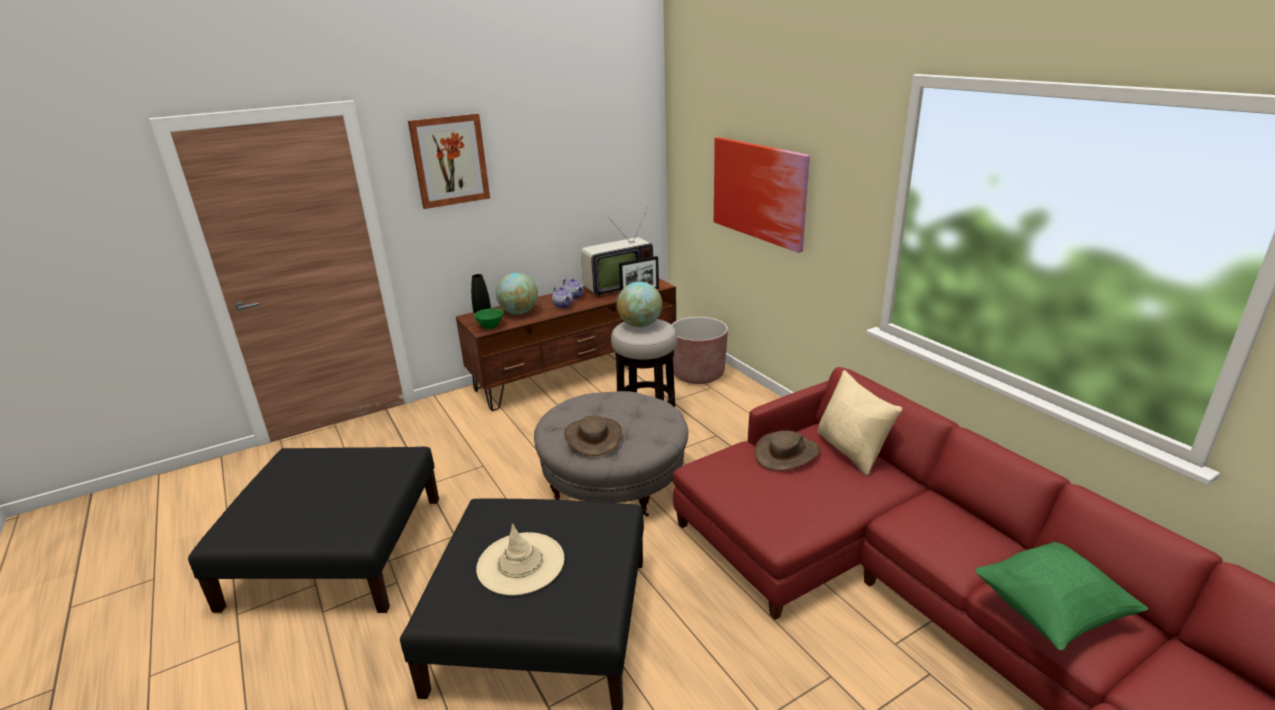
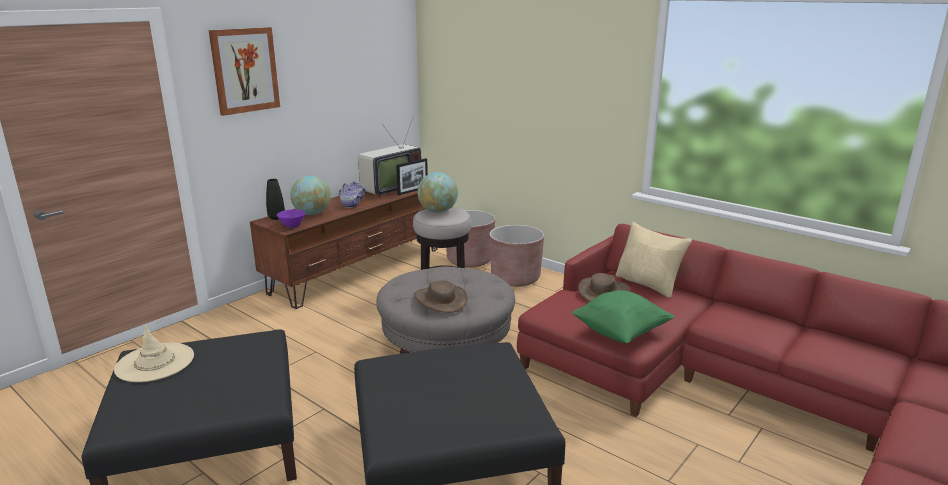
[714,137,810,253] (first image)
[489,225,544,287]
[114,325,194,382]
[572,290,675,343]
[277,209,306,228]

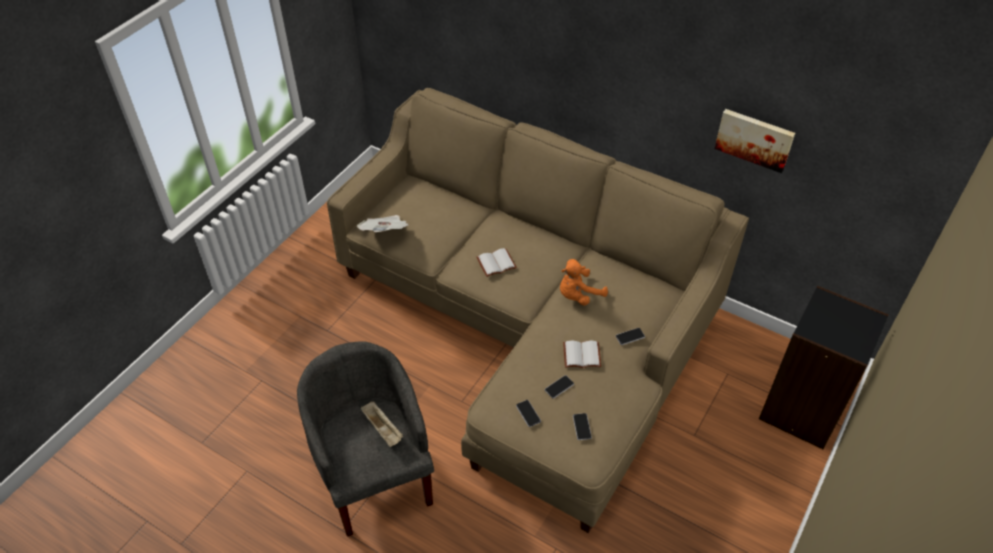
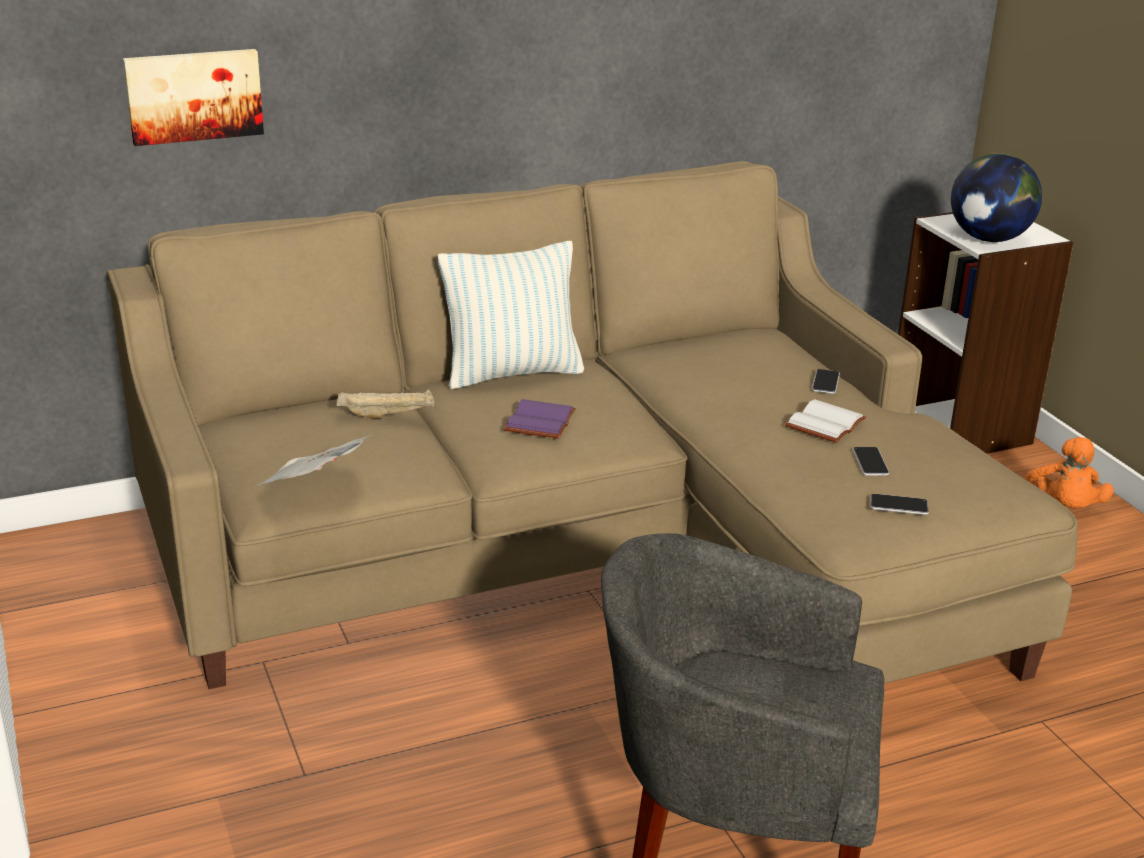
[573,413,592,440] (first image)
[438,241,584,389]
[951,153,1042,242]
[336,389,435,419]
[1026,437,1114,508]
[123,49,264,146]
[504,399,576,439]
[898,212,1074,454]

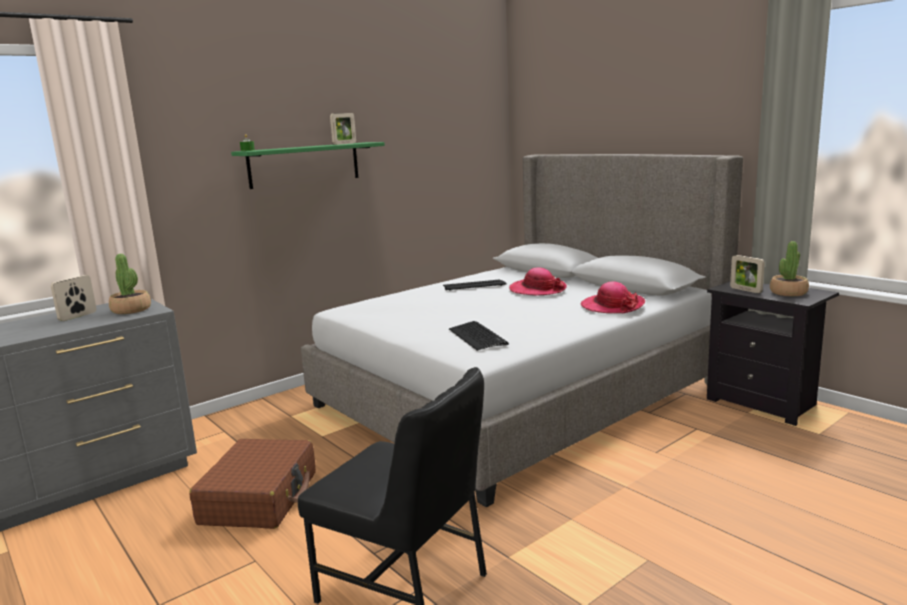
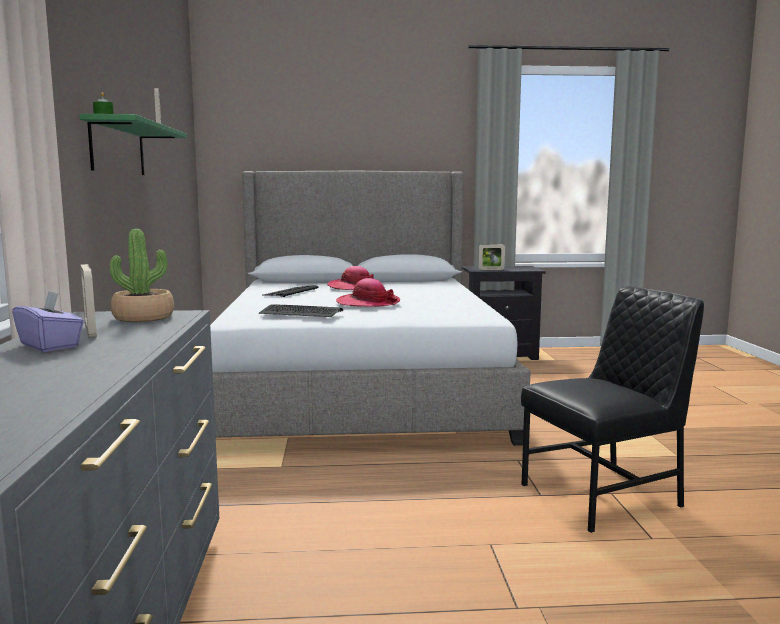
[189,439,316,529] (first image)
[770,241,809,296] (first image)
[12,291,84,352]
[259,304,343,317]
[336,278,400,307]

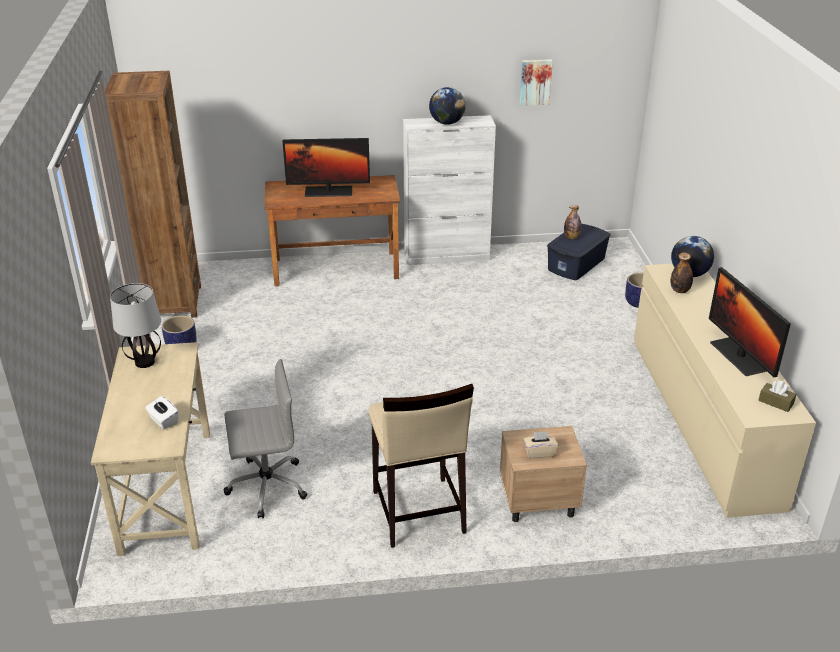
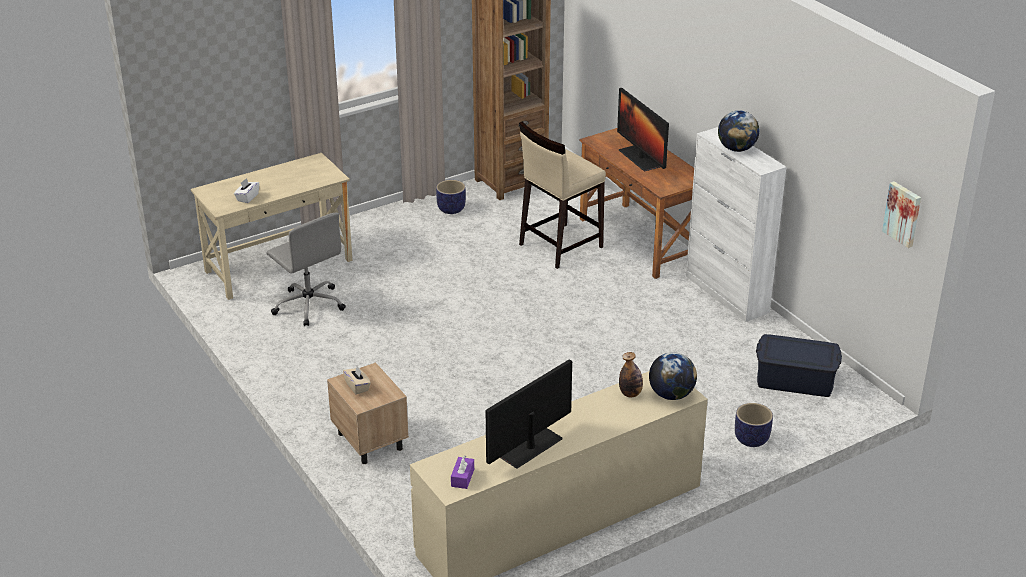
[110,283,161,368] (first image)
[564,205,582,239] (first image)
[519,122,606,269]
[882,181,921,248]
[451,455,474,489]

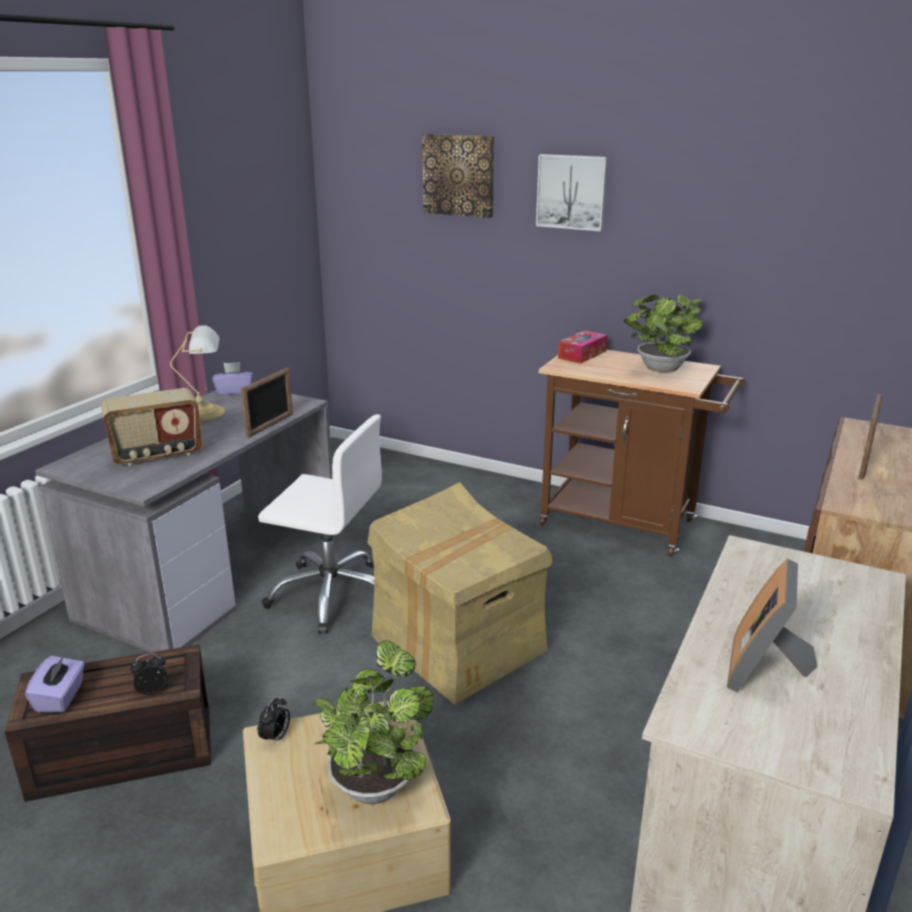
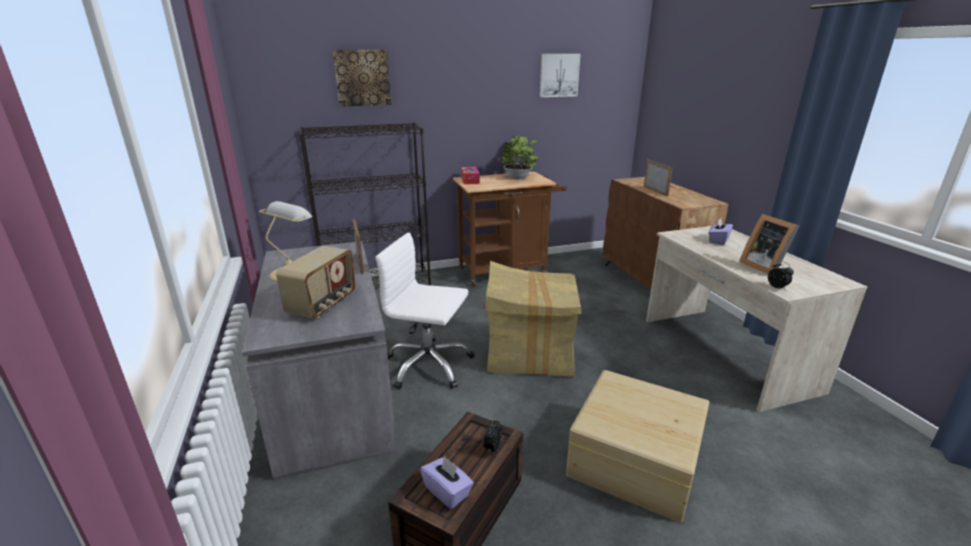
[313,640,434,804] (first image)
[299,123,431,288]
[708,218,733,245]
[768,261,794,290]
[540,54,580,97]
[375,233,474,390]

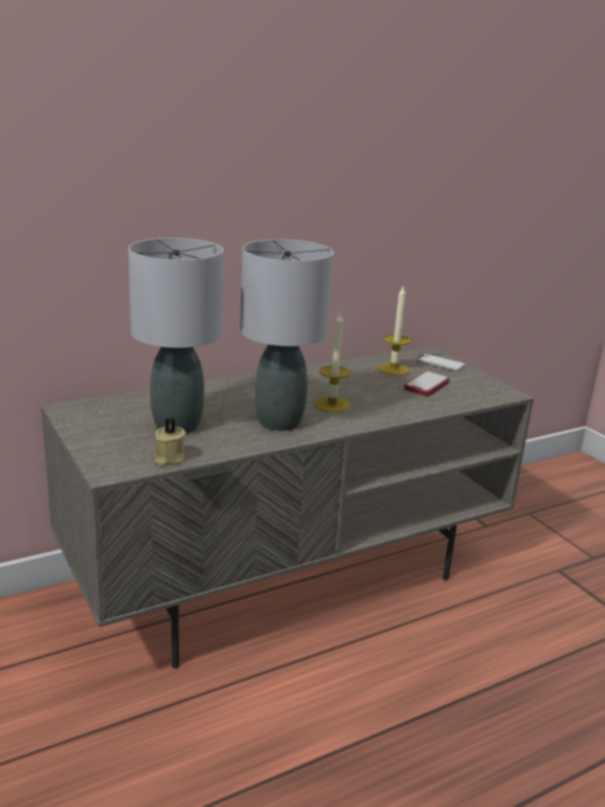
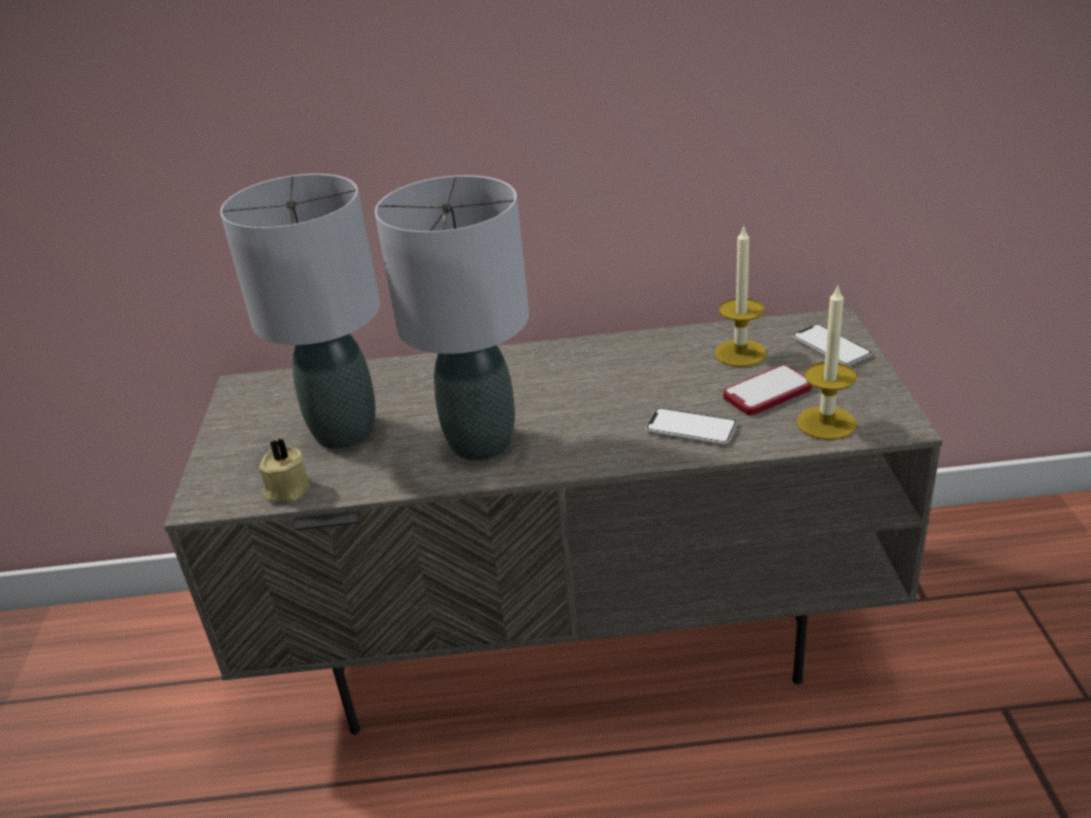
[645,408,737,445]
[797,283,857,440]

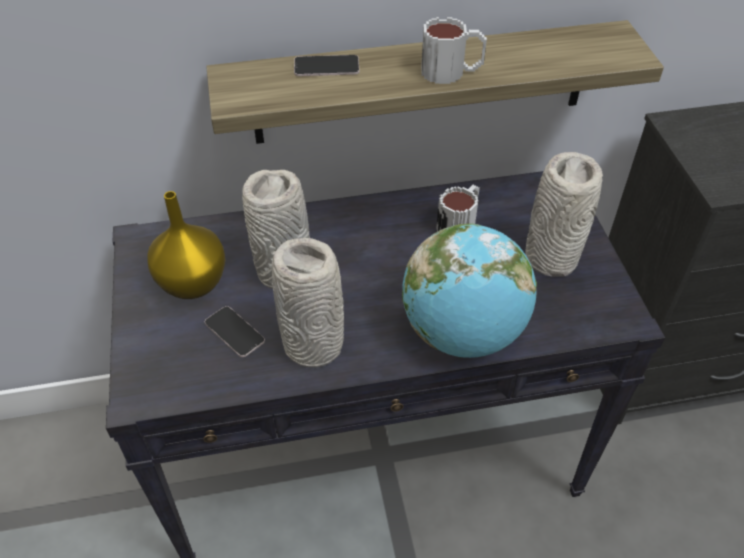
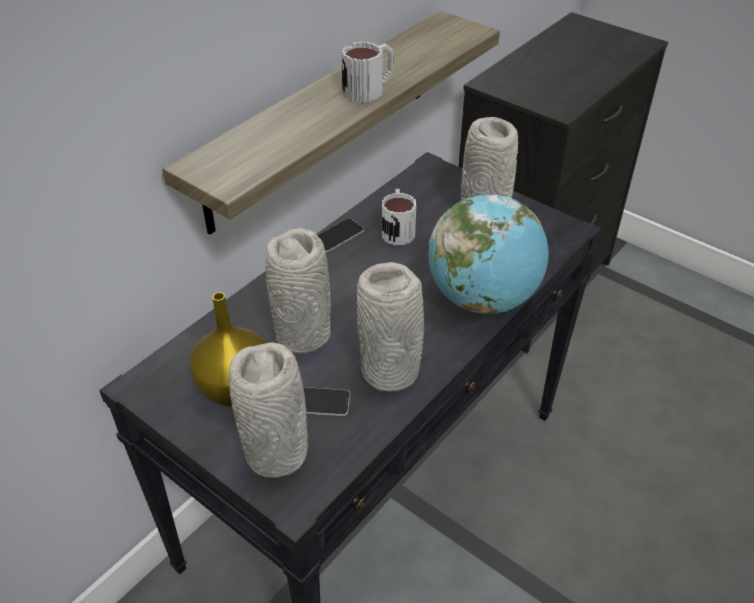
[229,342,308,478]
[317,218,364,252]

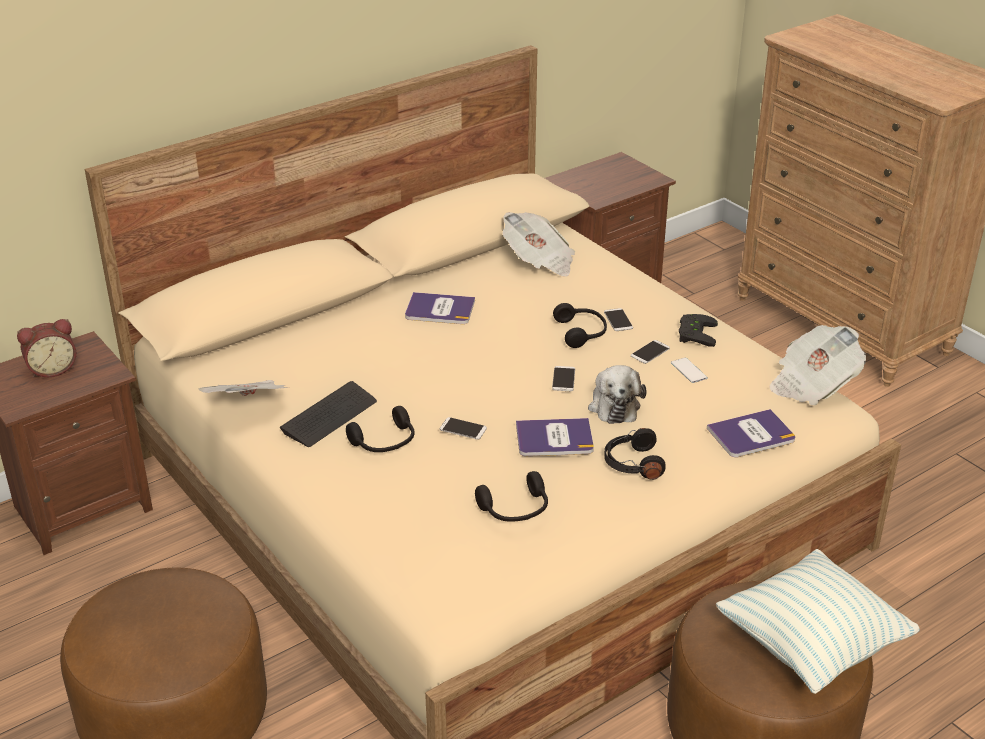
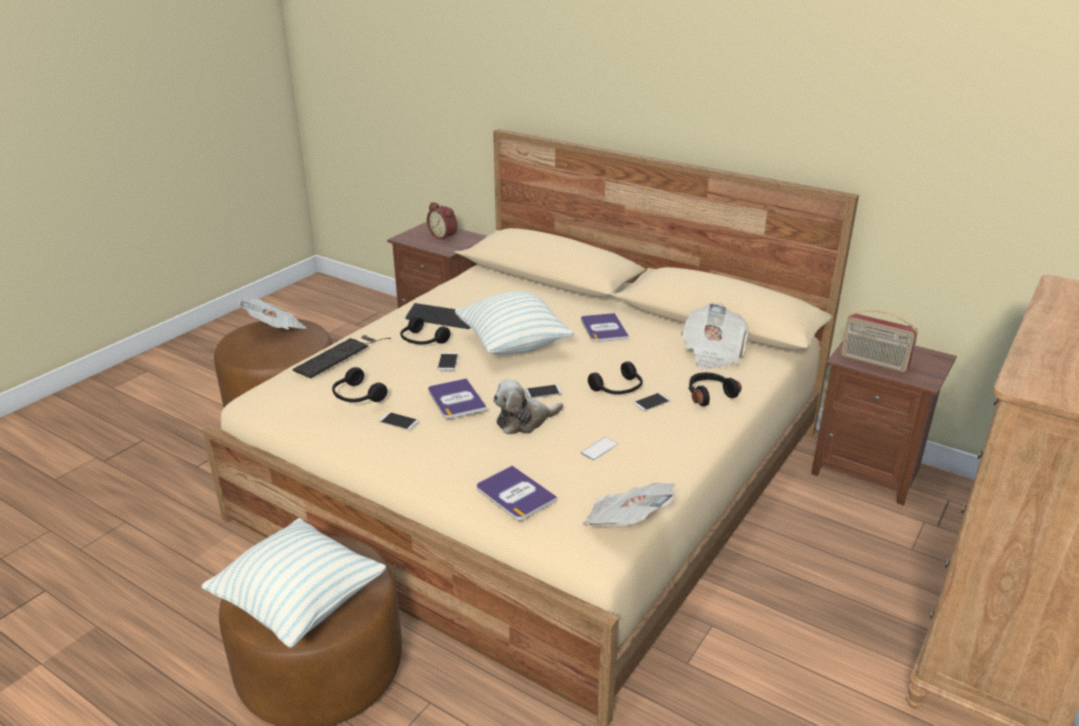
[679,314,718,347] (first image)
[293,335,391,378]
[455,291,574,354]
[841,310,918,372]
[237,299,306,329]
[688,372,742,406]
[379,412,419,430]

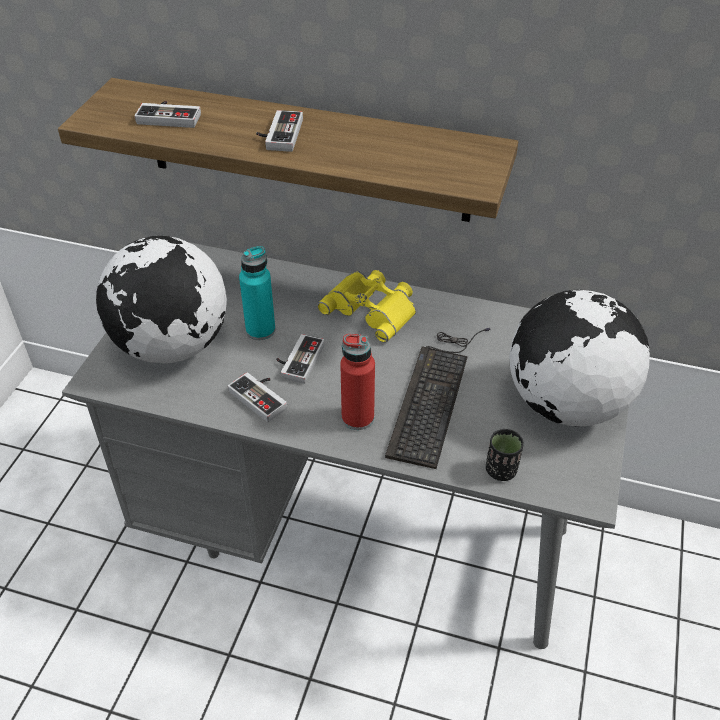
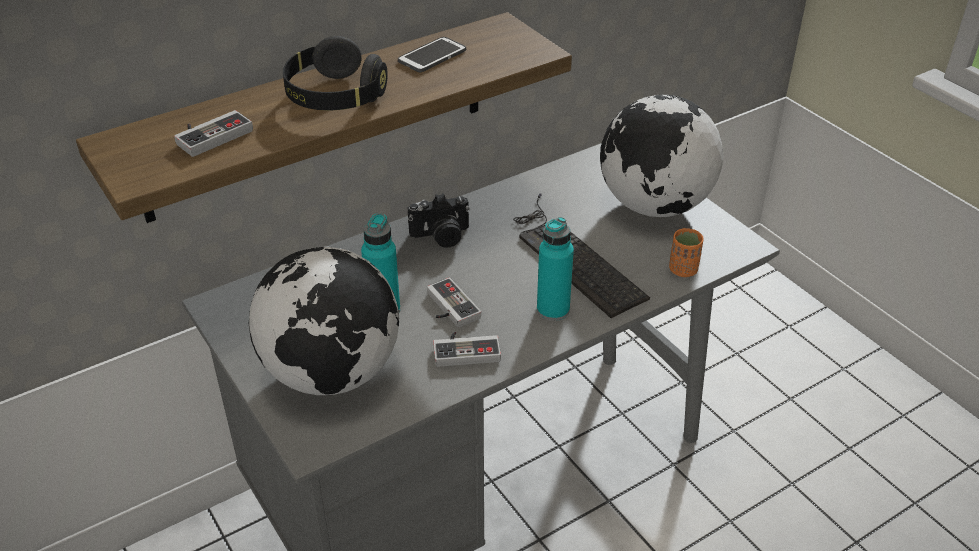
[398,37,466,72]
[283,36,388,110]
[408,193,470,248]
[537,217,574,321]
[669,228,704,277]

